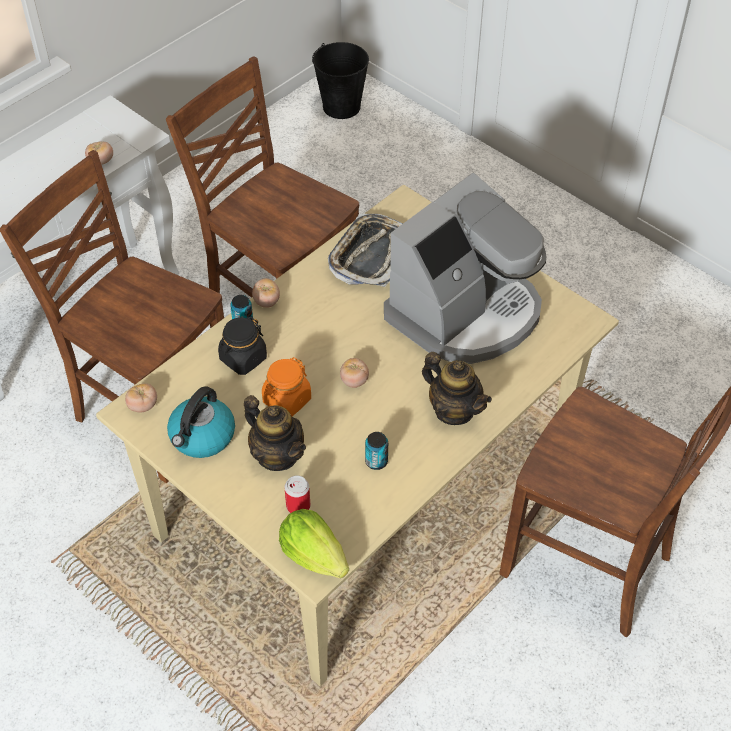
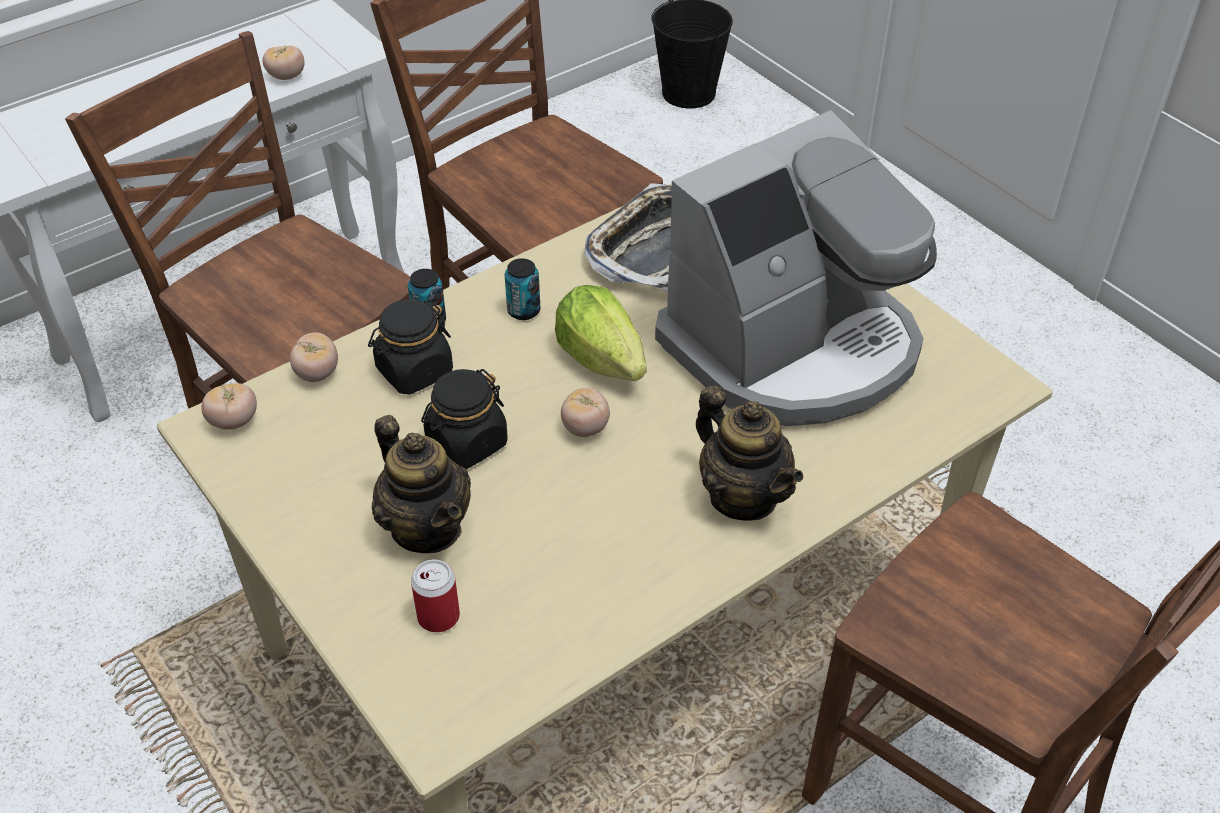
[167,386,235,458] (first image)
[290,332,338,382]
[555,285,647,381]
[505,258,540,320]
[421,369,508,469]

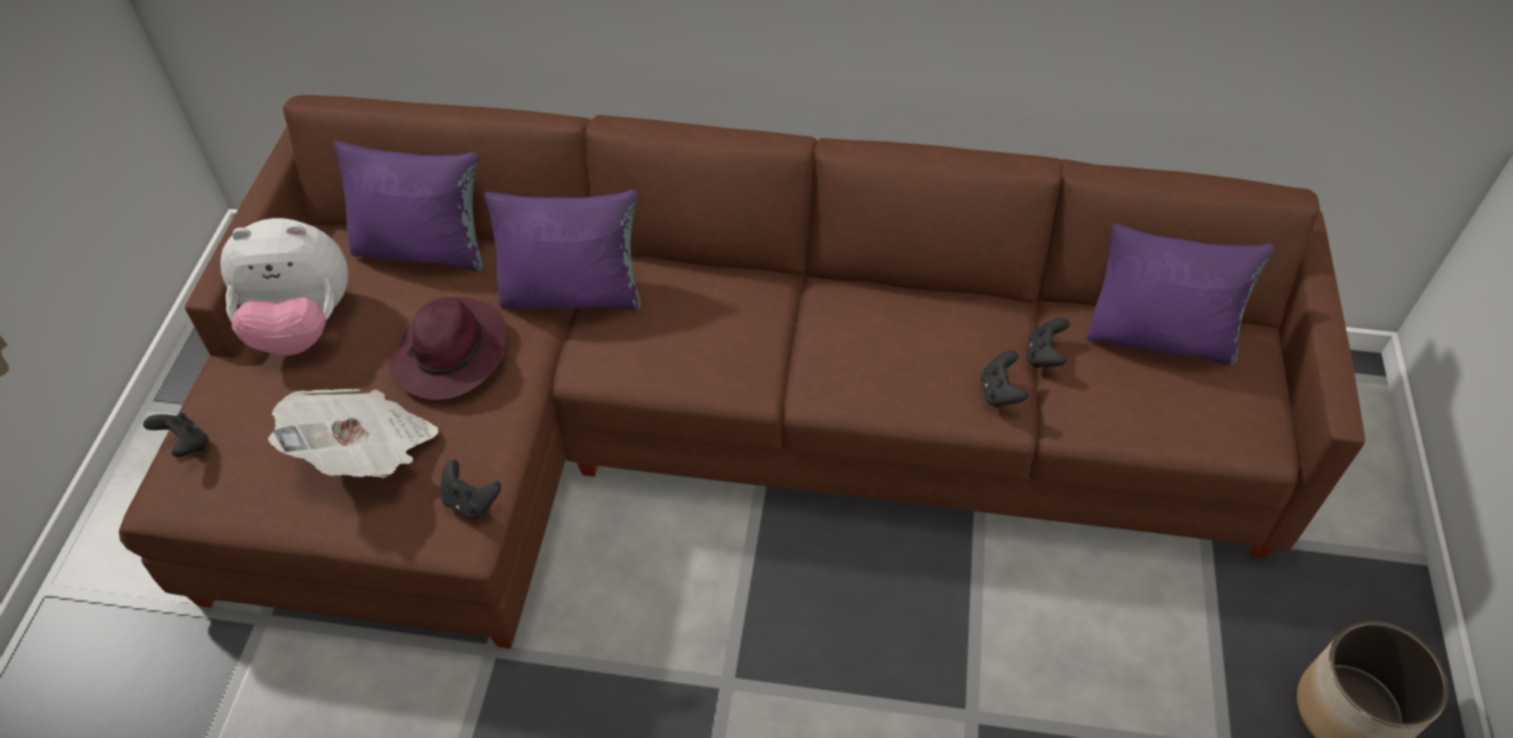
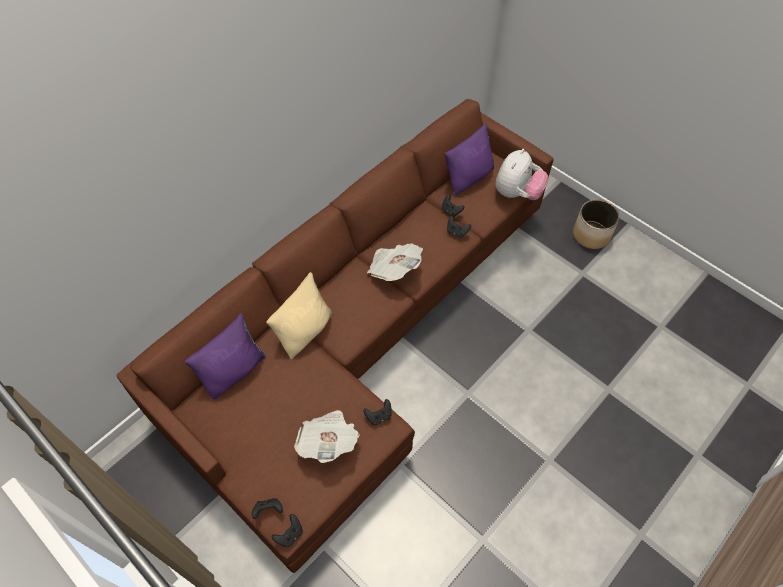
[390,297,506,400] (first image)
[272,514,302,547]
[367,243,423,281]
[496,149,549,200]
[266,272,333,359]

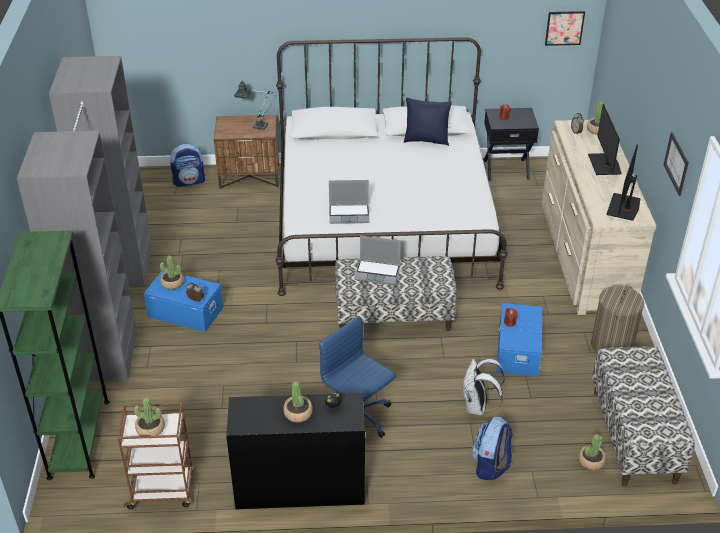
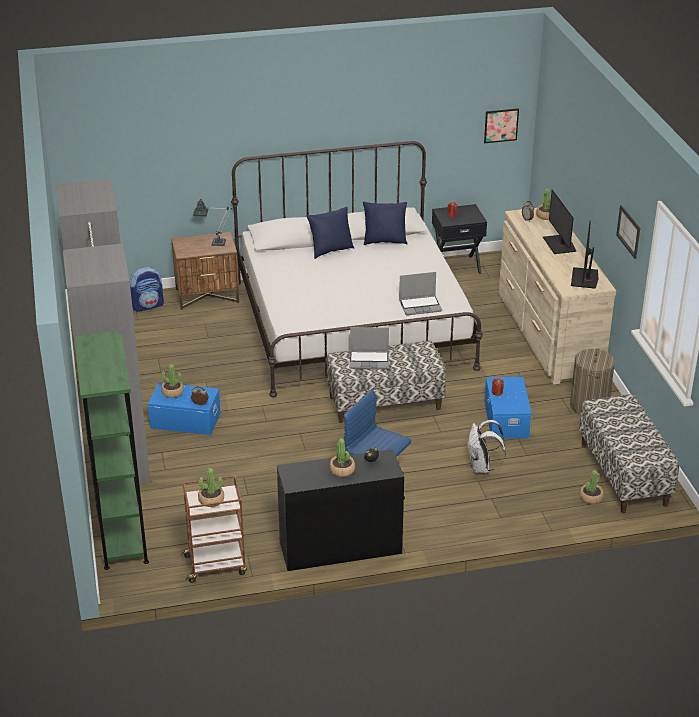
[472,417,513,480] (first image)
[307,207,354,259]
[399,272,442,315]

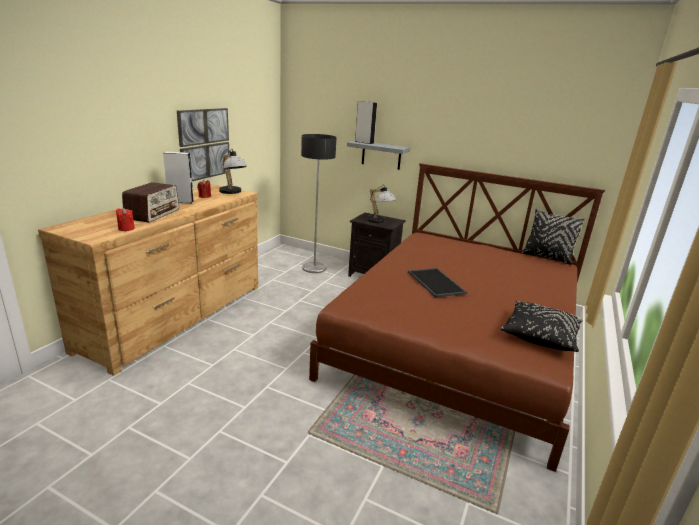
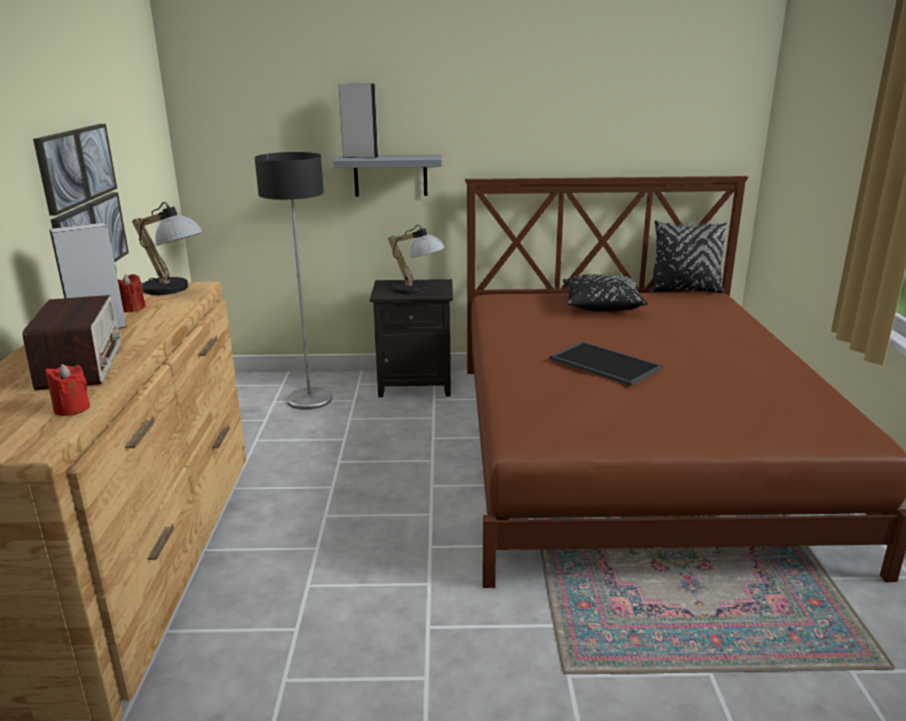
[563,274,648,312]

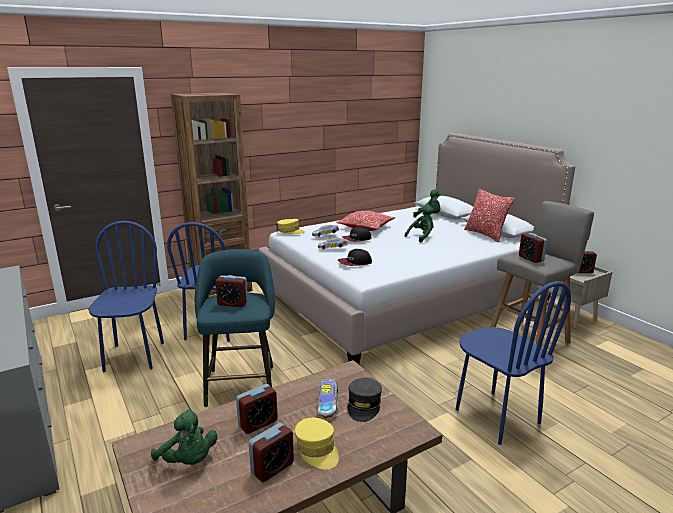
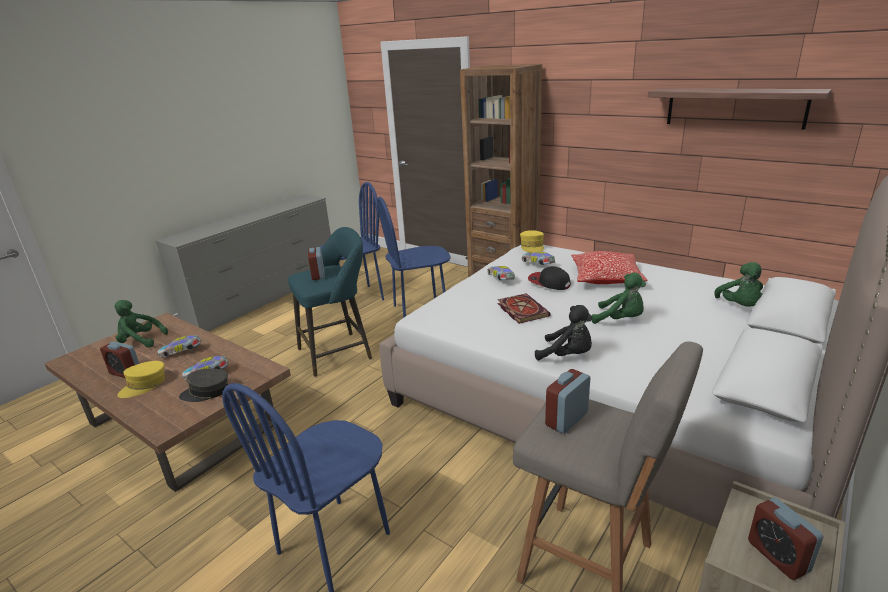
[338,249,372,266] (first image)
[464,189,515,242] (first image)
[498,293,551,324]
[535,305,592,360]
[648,88,832,130]
[158,335,201,357]
[114,300,168,348]

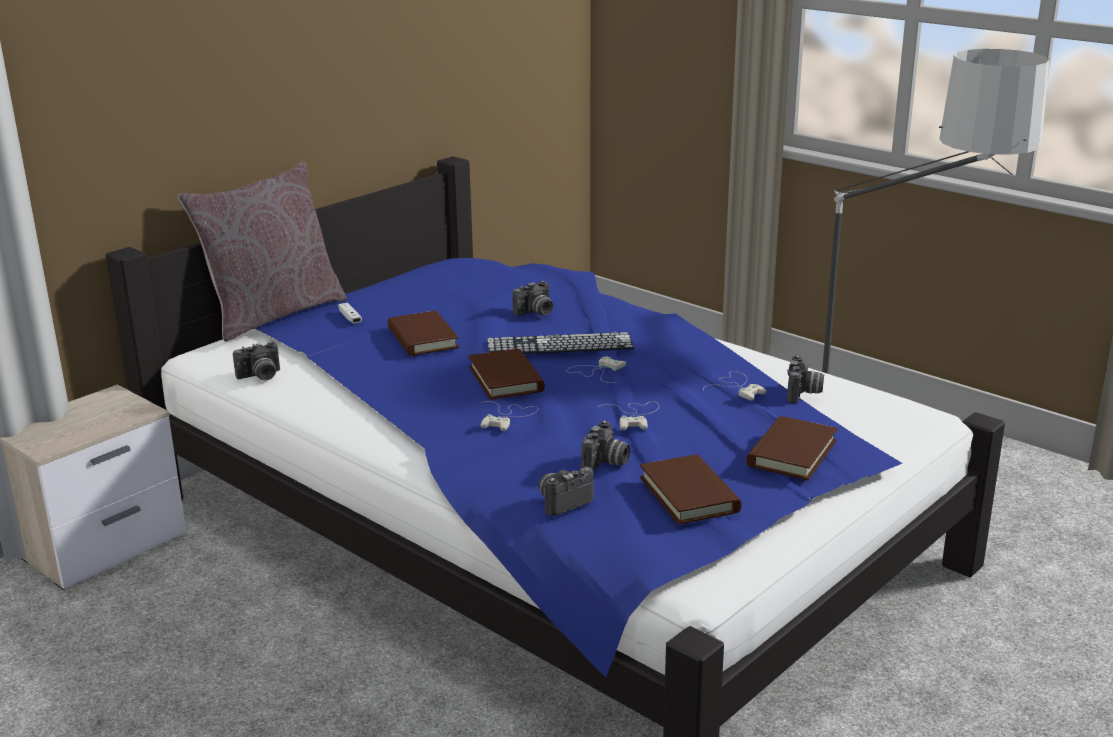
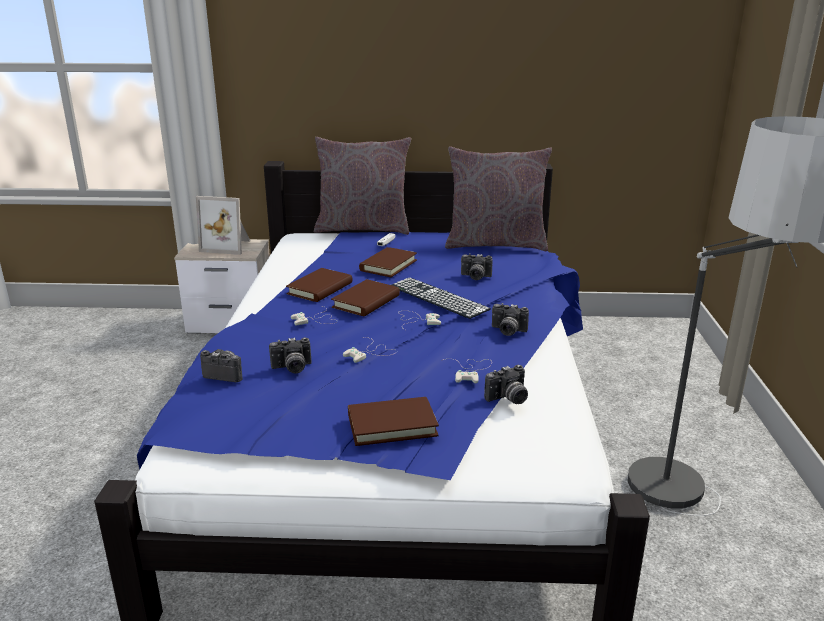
[196,196,251,255]
[445,146,552,251]
[492,303,529,336]
[286,268,353,302]

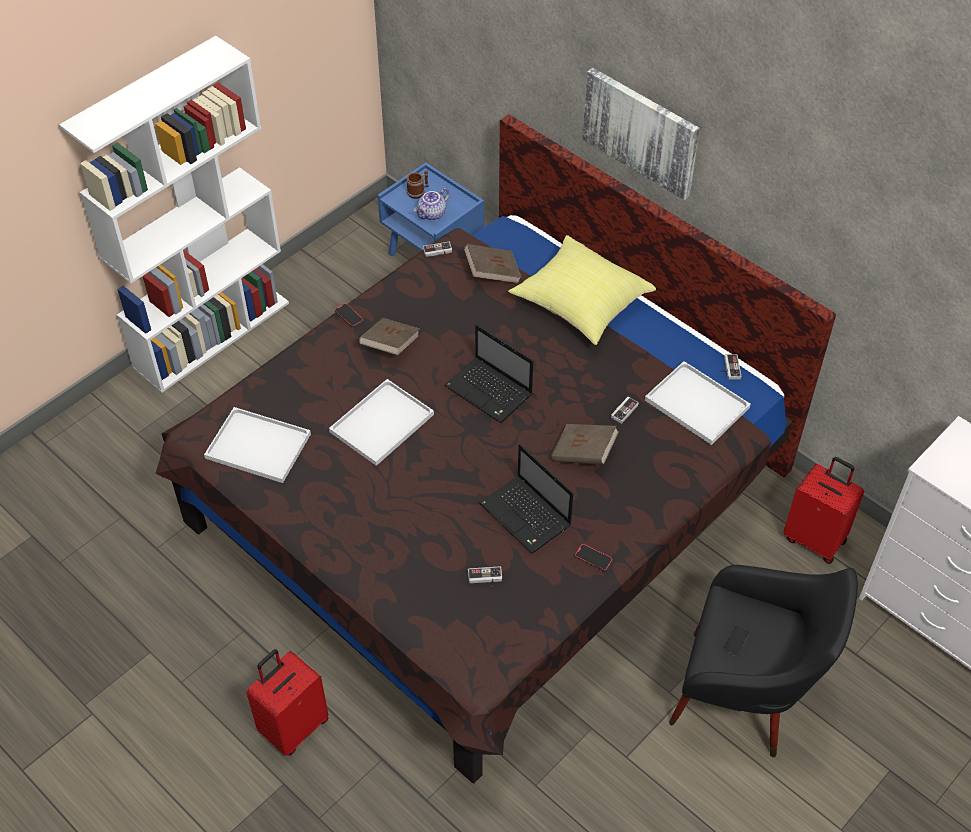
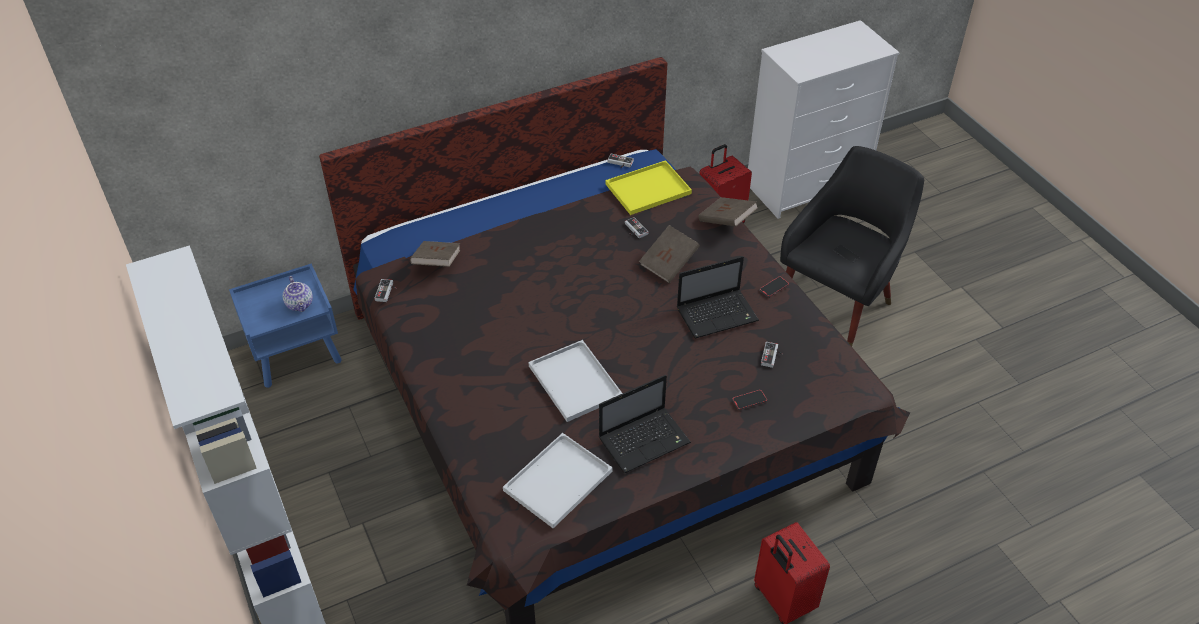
[407,170,428,199] (first image)
[508,235,656,345] (first image)
[582,68,700,200] (first image)
[732,390,767,410]
[698,197,758,227]
[599,375,691,473]
[606,160,692,215]

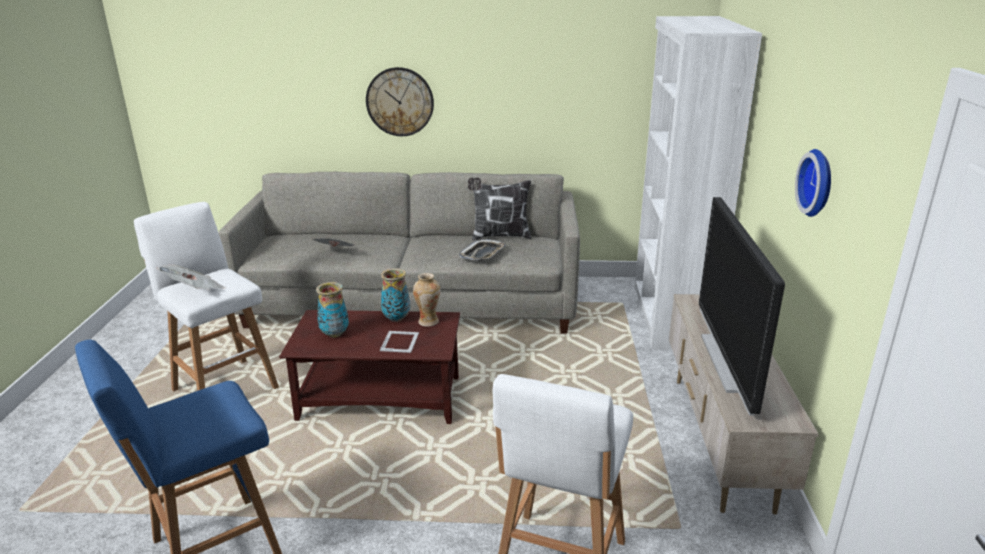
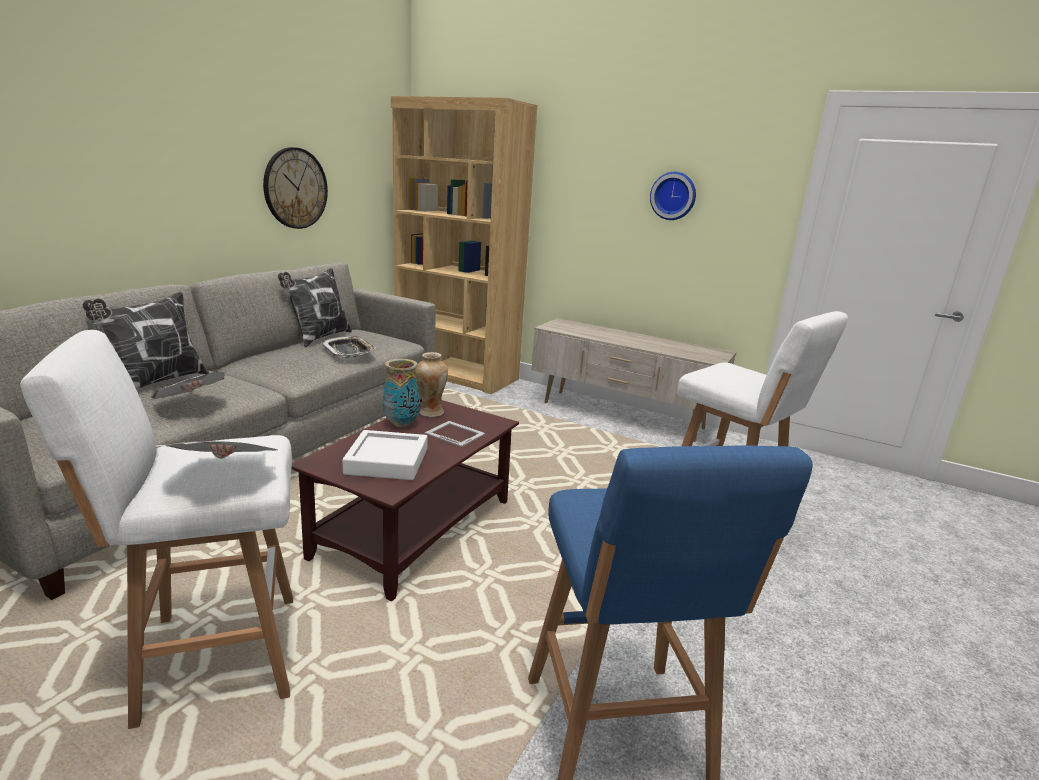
[699,197,785,416] (first image)
[83,292,209,390]
[263,147,328,229]
[342,430,428,480]
[391,96,538,394]

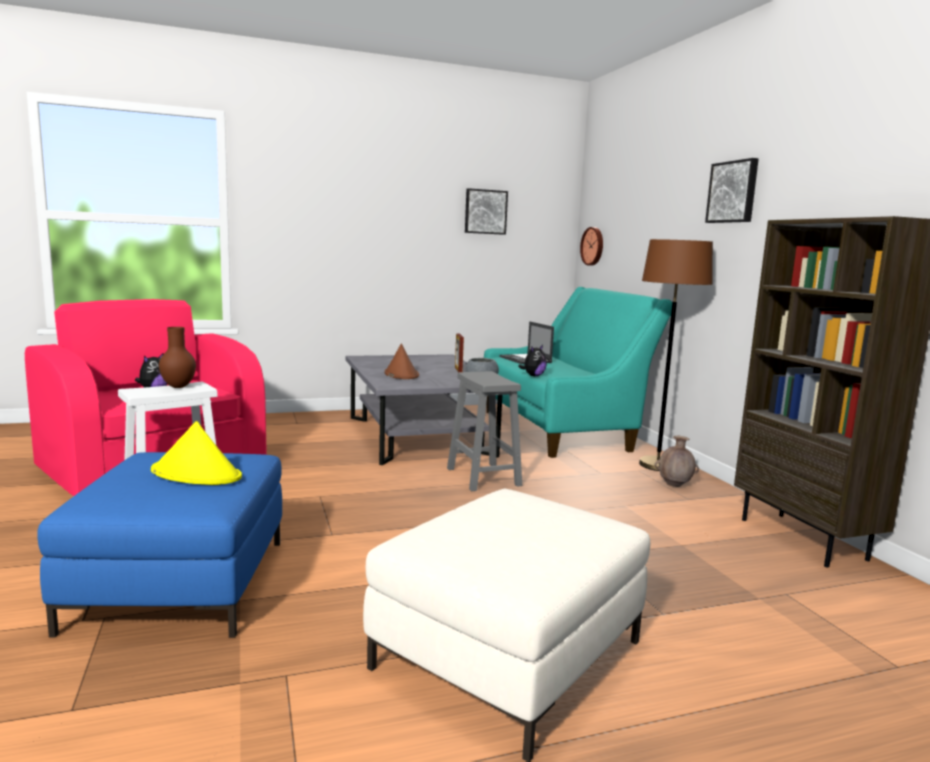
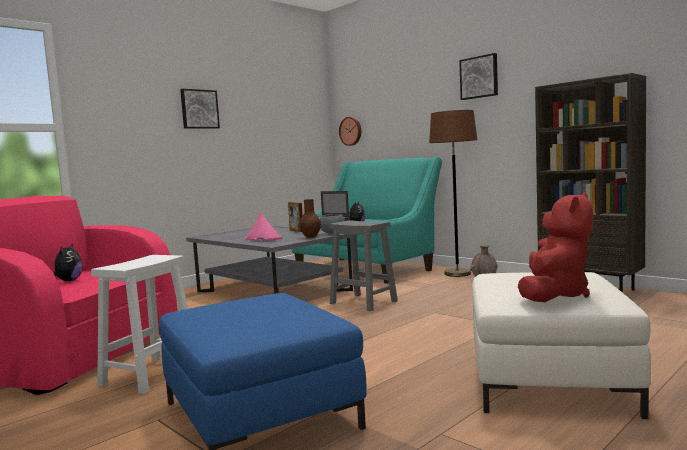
[151,421,242,485] (first image)
[518,192,593,302]
[299,199,321,238]
[180,89,220,129]
[245,213,282,241]

